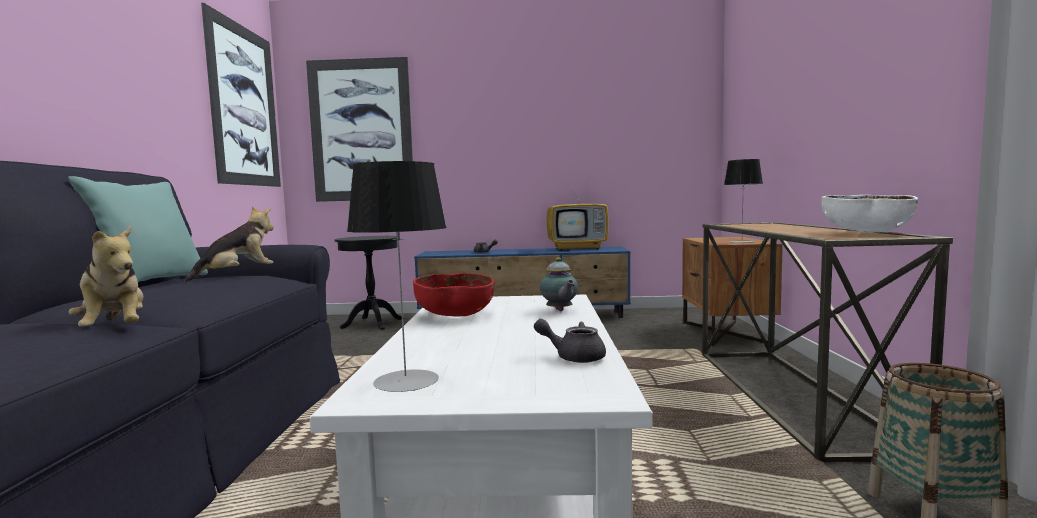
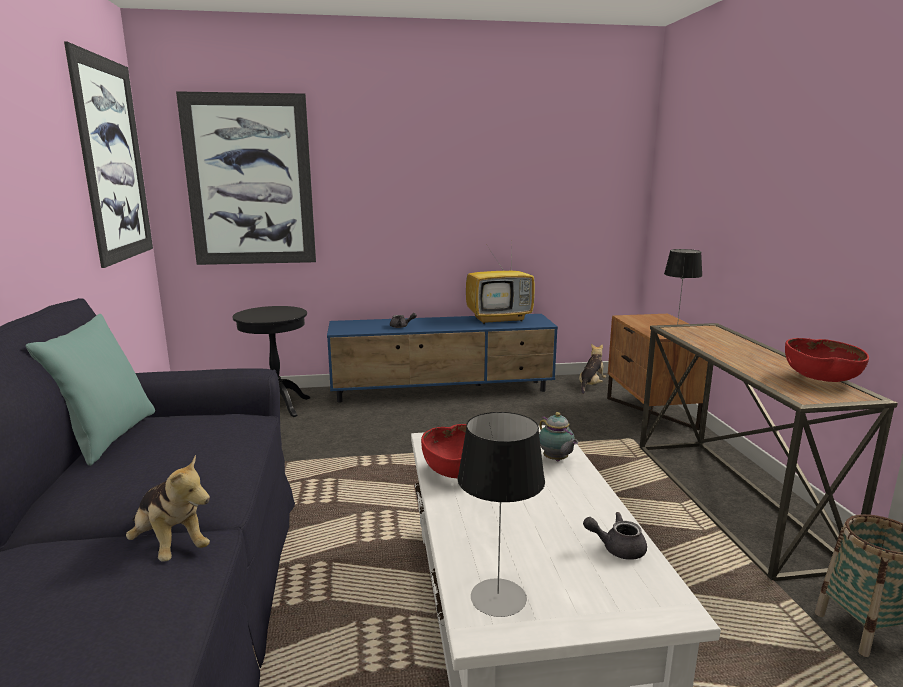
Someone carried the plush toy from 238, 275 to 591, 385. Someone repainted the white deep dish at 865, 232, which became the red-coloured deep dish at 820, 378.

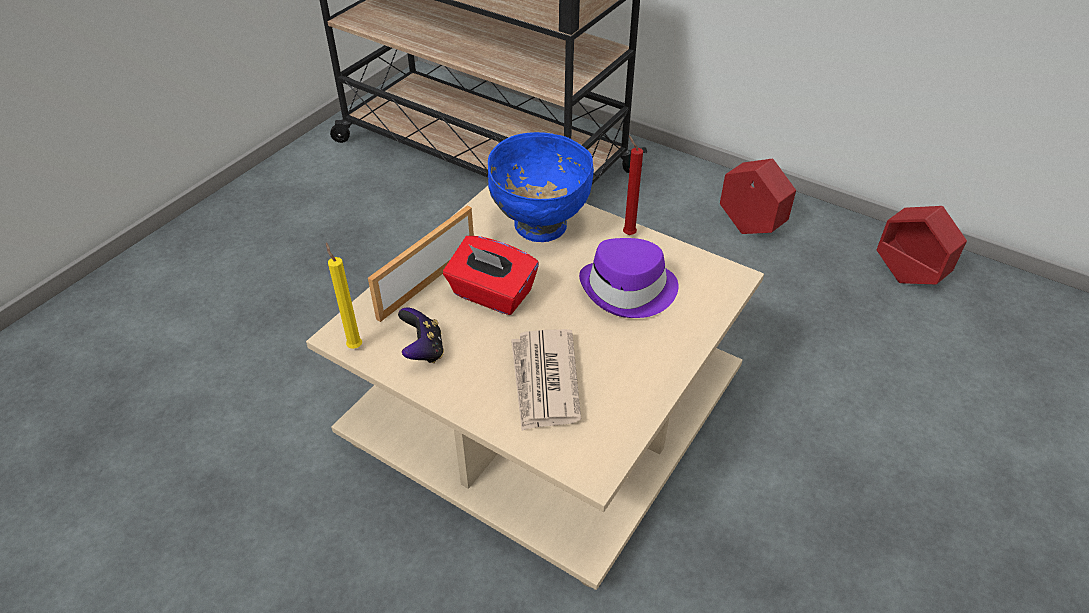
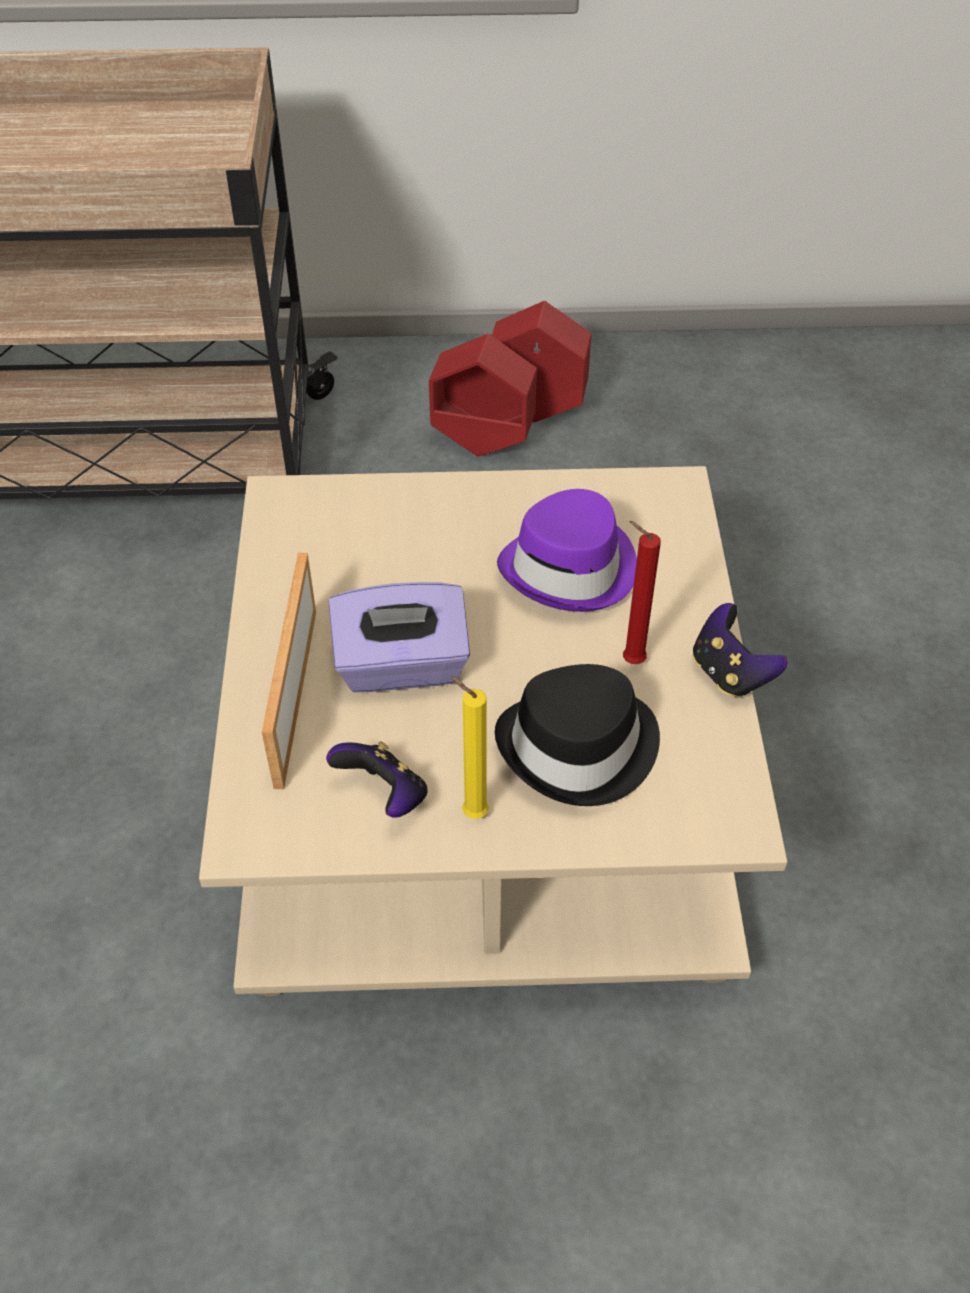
Someone took away the bluish deep dish at 539, 226. Someone put down the game controller at 730, 673. Someone carried the yellowish candle from 354, 345 to 471, 812. Someone carried the red-coloured candle from 627, 233 to 629, 660. Someone carried the red-coloured flower pot from 907, 276 to 483, 442. Someone swapped the printed paper at 544, 382 for the black-coloured hat at 580, 748. Someone repainted the red-coloured tissue box at 491, 294, which became the purple tissue box at 402, 666.

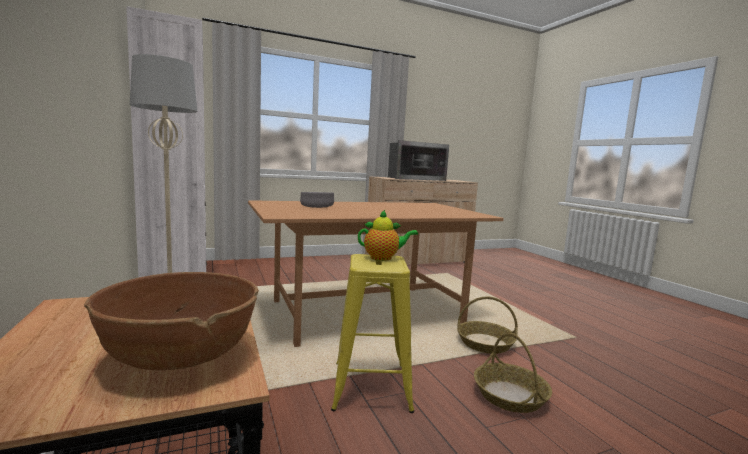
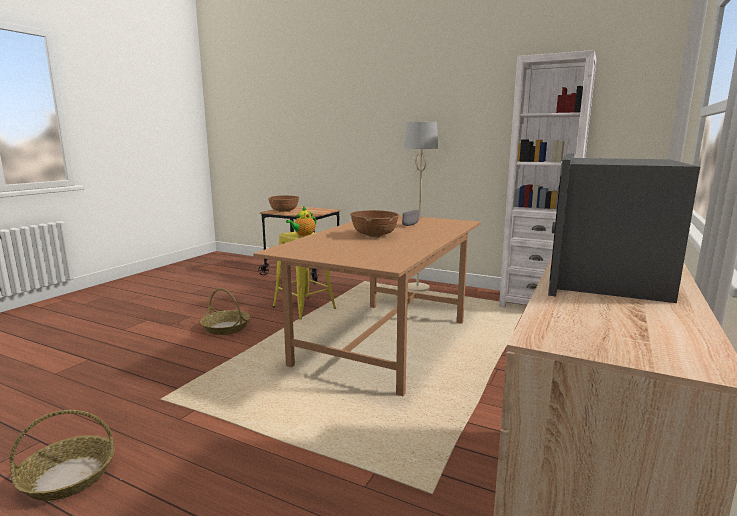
Someone put down the brownish deep dish at 374, 235. Someone carried the household basket from 485, 343 to 68, 477.

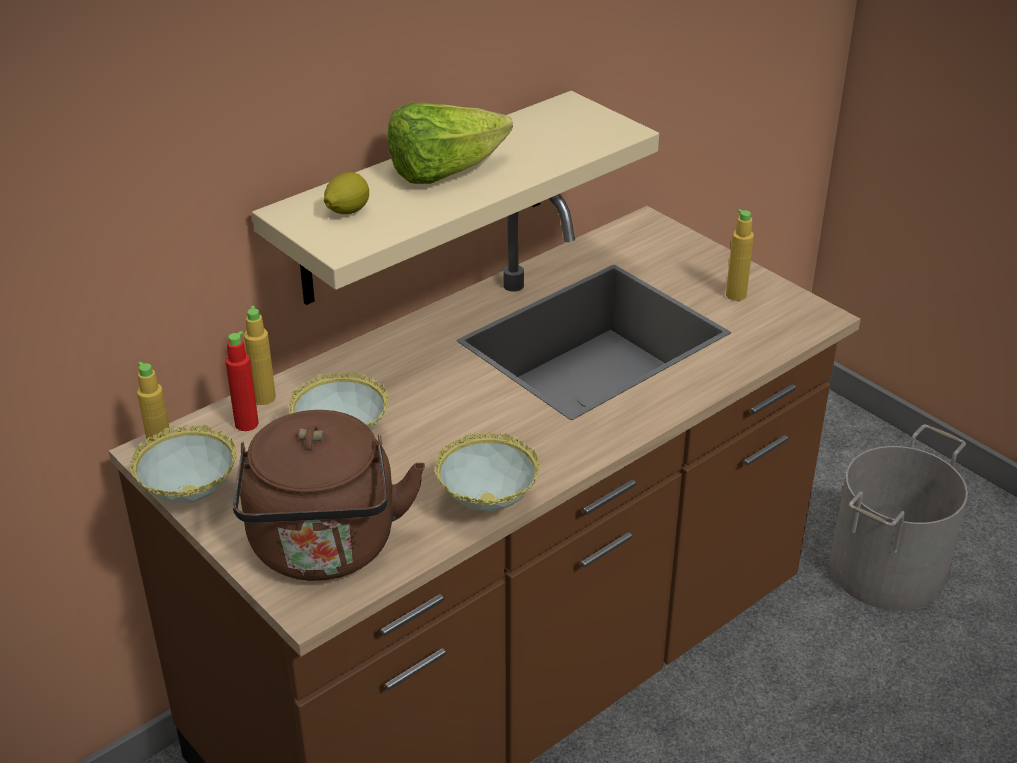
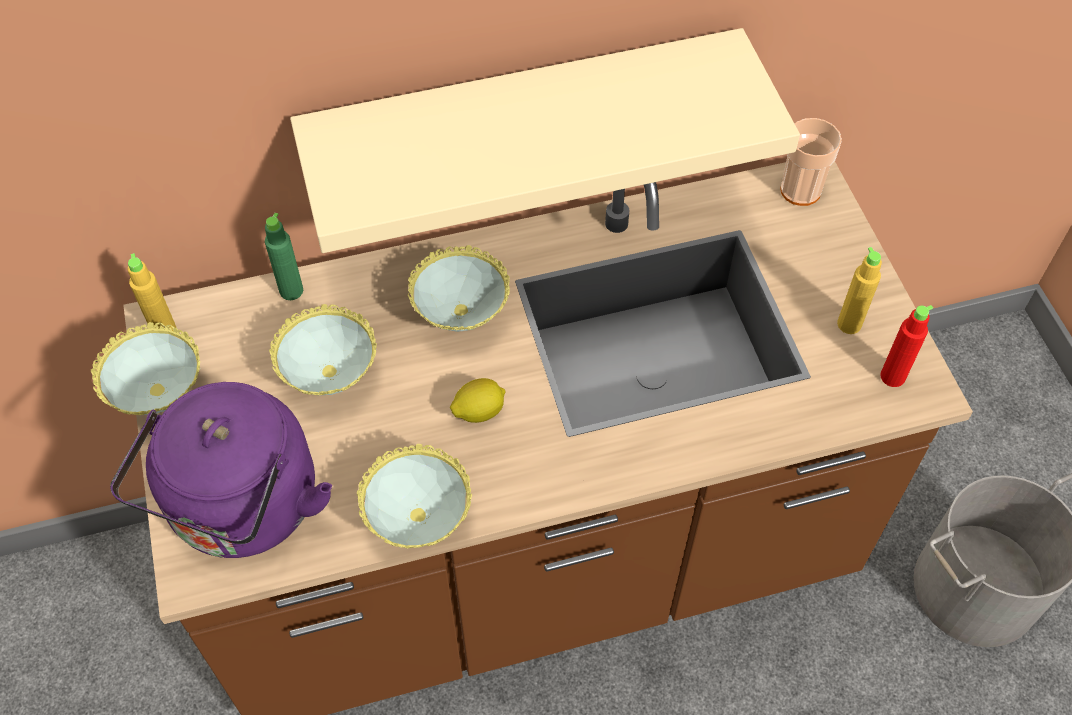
Someone took away the lettuce head at 444, 173. Someone put down the deep dish at 461, 317. Someone put down the drinking cup at 800, 190. Someone carried the red-coloured beverage bottle from 246, 424 to 892, 376. Someone carried the citrus fruit from 347, 211 to 478, 411. Someone repainted the brownish tea kettle at 324, 550, which became the purple tea kettle at 242, 511. Someone repainted the yellowish beverage bottle at 264, 398, which became the greenish beverage bottle at 291, 291.

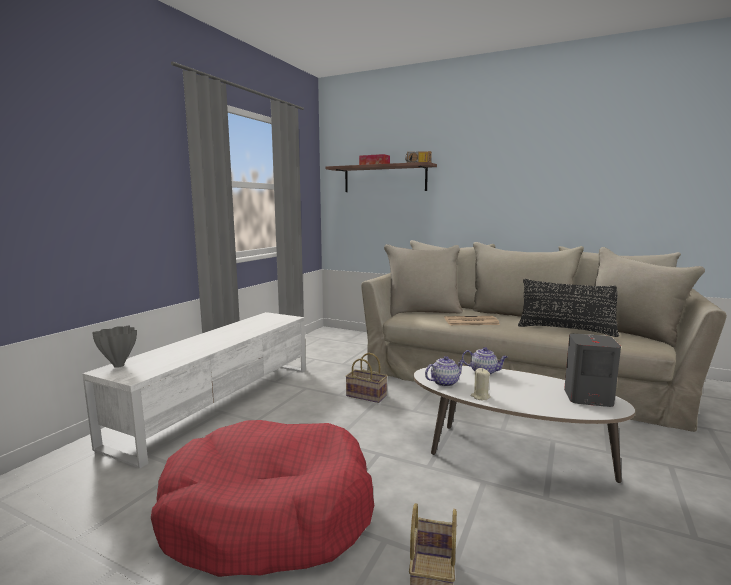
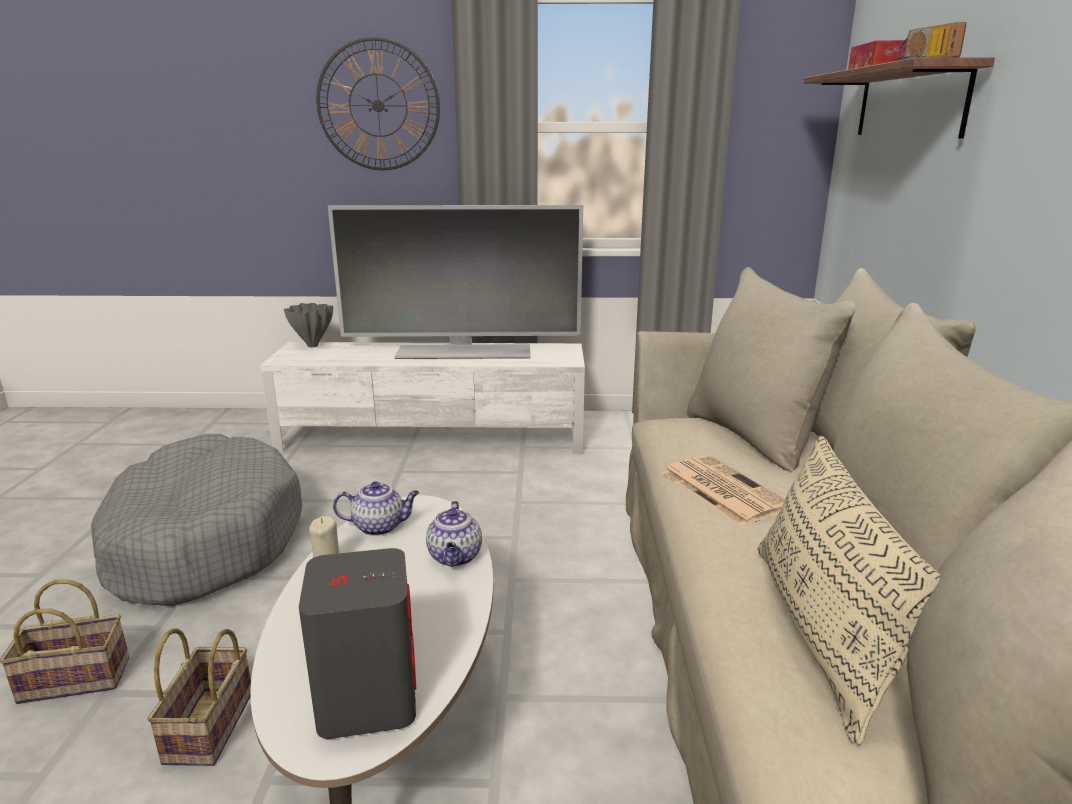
Someone put up the wall clock at 378, 105. Someone put down the television at 464, 351. Someone carried the household basket from 367, 395 to 210, 728. Someone repainted the red-coloured pet bed at 268, 514, which became the gray pet bed at 202, 540. Someone repainted the black-coloured throw pillow at 566, 330, which became the sand-coloured throw pillow at 820, 631. Someone rotated the pot for tea at 445, 382 by 45 degrees counterclockwise.

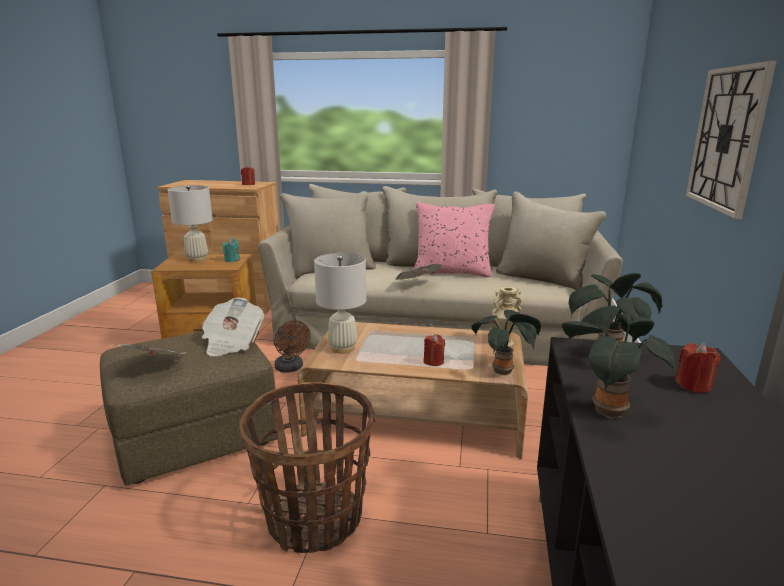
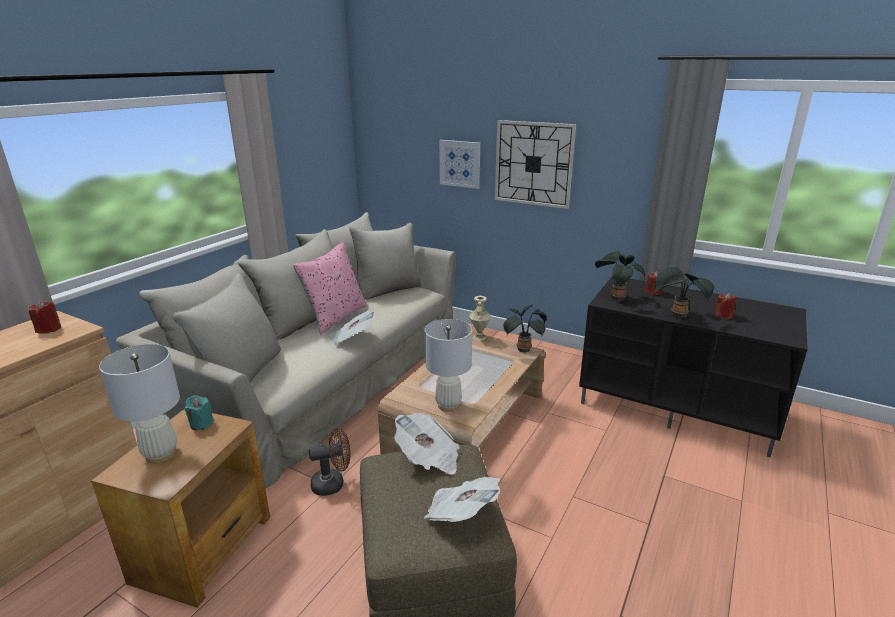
Someone took away the household basket at 315, 519. Someone put up the wall art at 460, 163. Someone carried the red-coloured candle from 433, 361 to 723, 315.

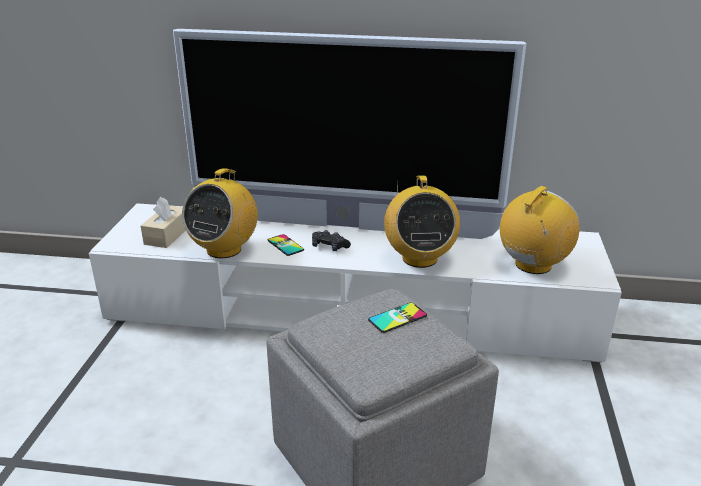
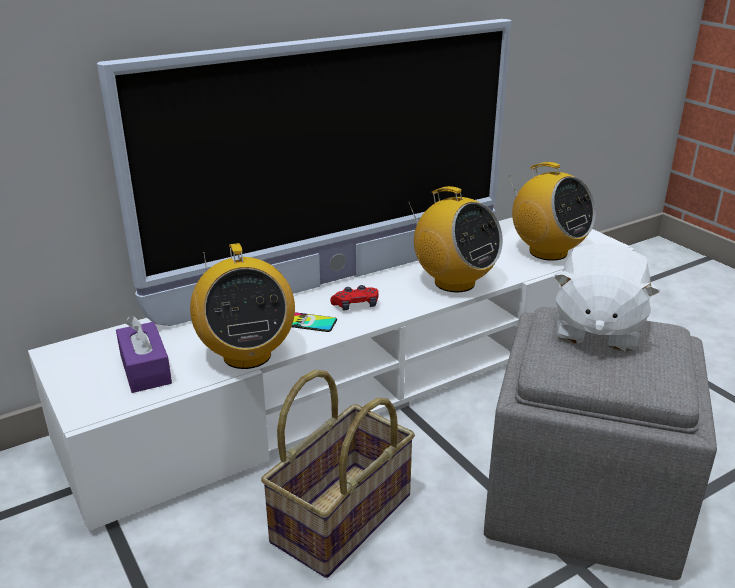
Someone put down the household basket at 340, 516. Someone swapped the telephone at 397, 318 for the white plush toy at 596, 329. Someone repainted the sand-coloured tissue box at 167, 235, which became the purple tissue box at 145, 369. Someone repainted the black-coloured game controller at 329, 247, which became the red-coloured game controller at 356, 305. Someone rotated the radio at 533, 265 by 135 degrees clockwise.

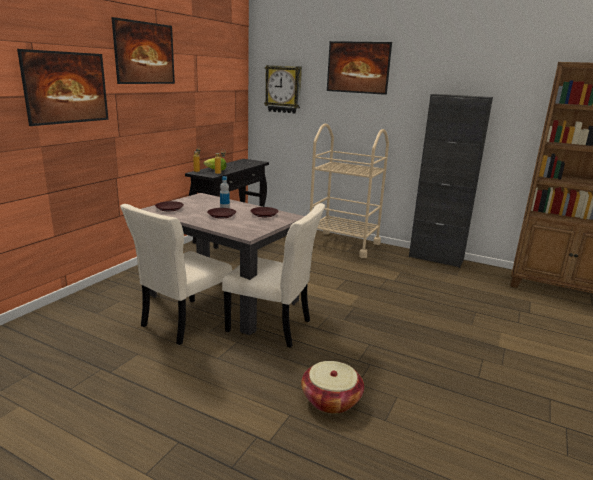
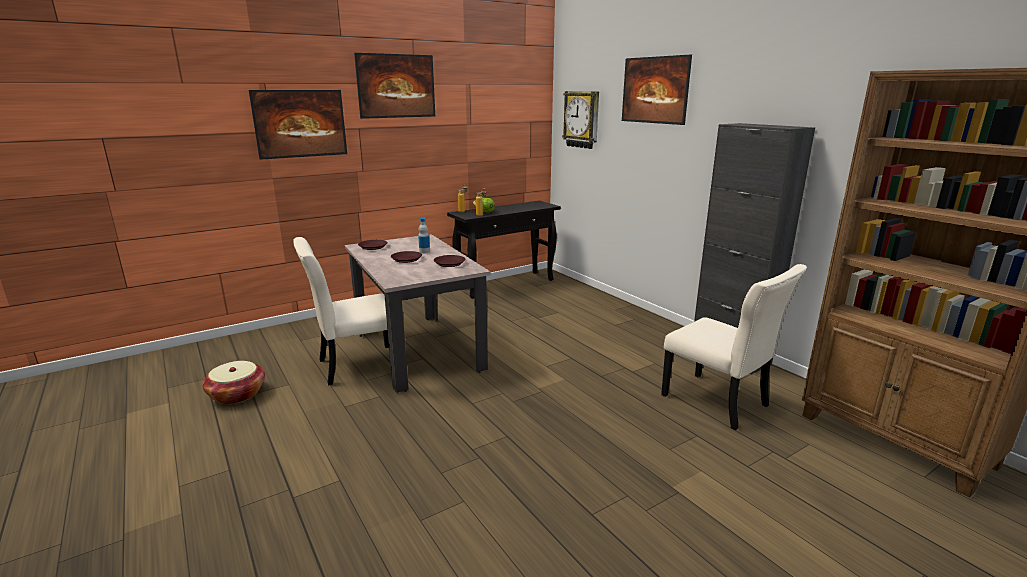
Someone took away the sand-coloured wheeled cart at 343, 244. Someone carried the sand-coloured upright chair from 272, 327 to 718, 402. Someone carried the household basket from 331, 400 to 237, 394.

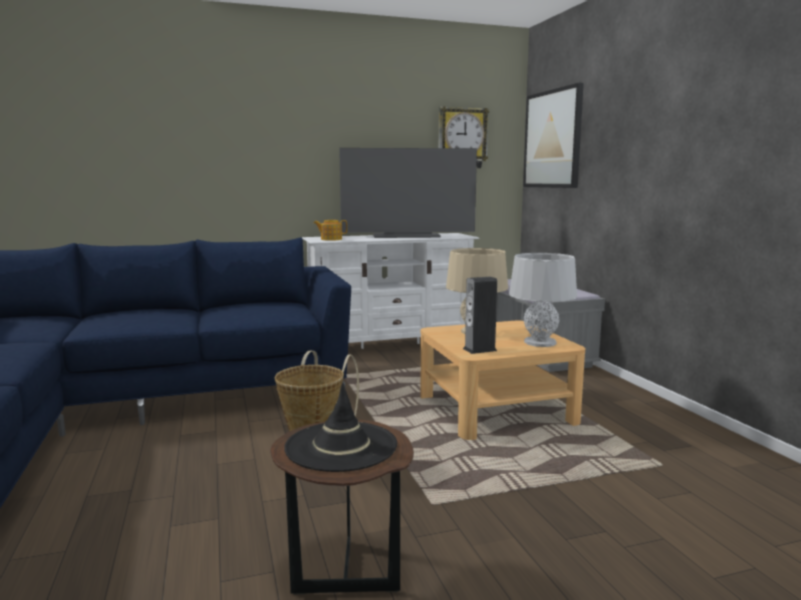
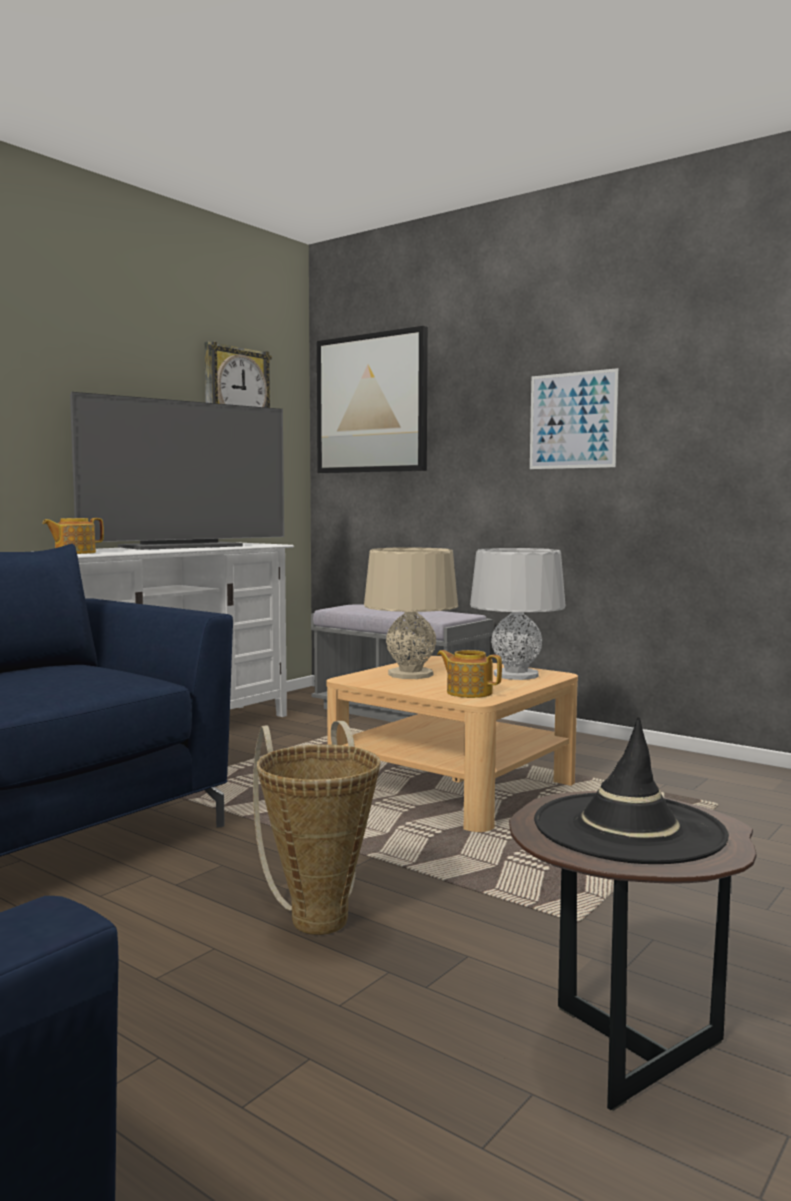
Someone put up the wall art at 572, 420. Someone swapped the speaker at 479, 349 for the pot for tea at 468, 692.

